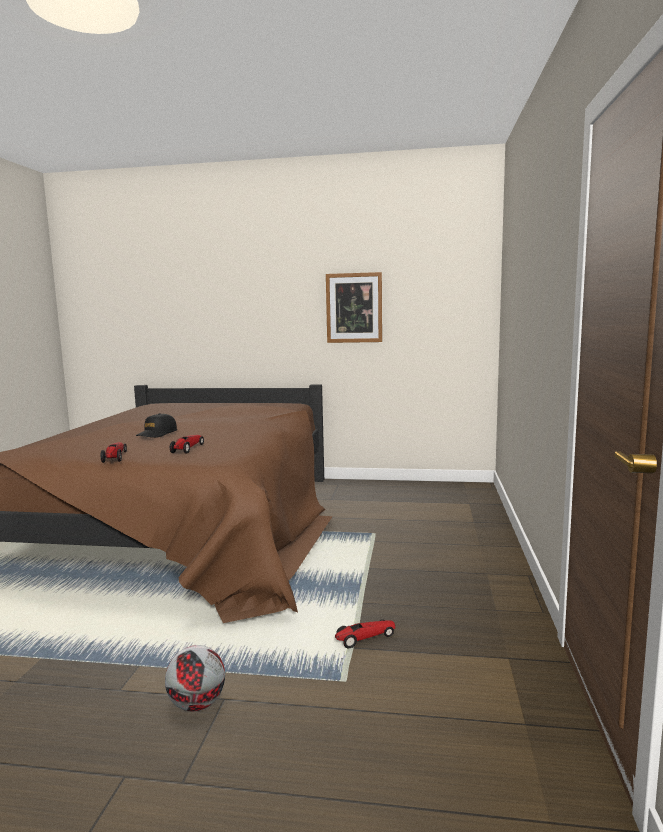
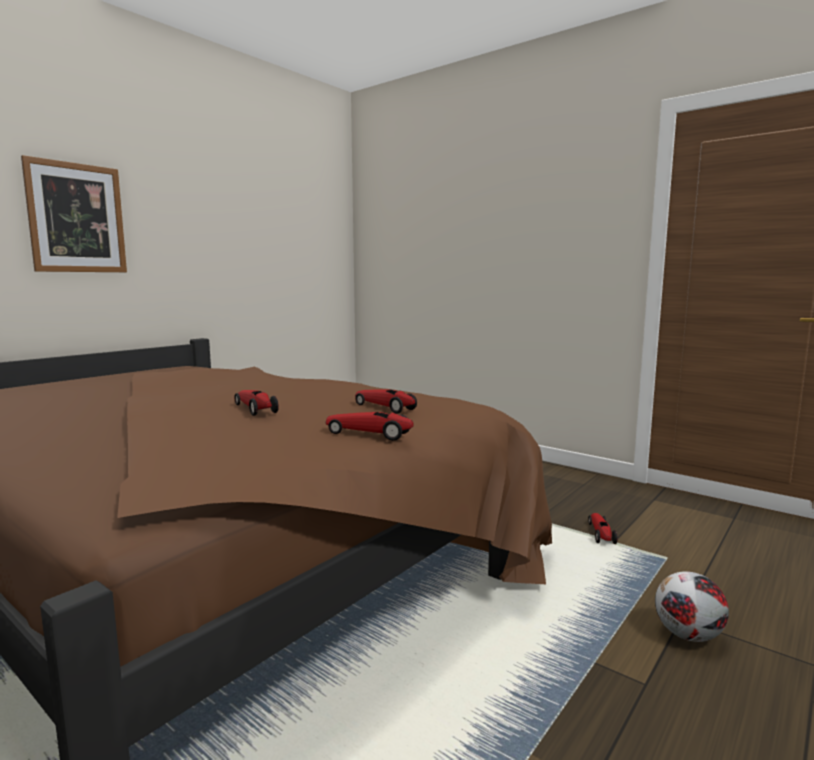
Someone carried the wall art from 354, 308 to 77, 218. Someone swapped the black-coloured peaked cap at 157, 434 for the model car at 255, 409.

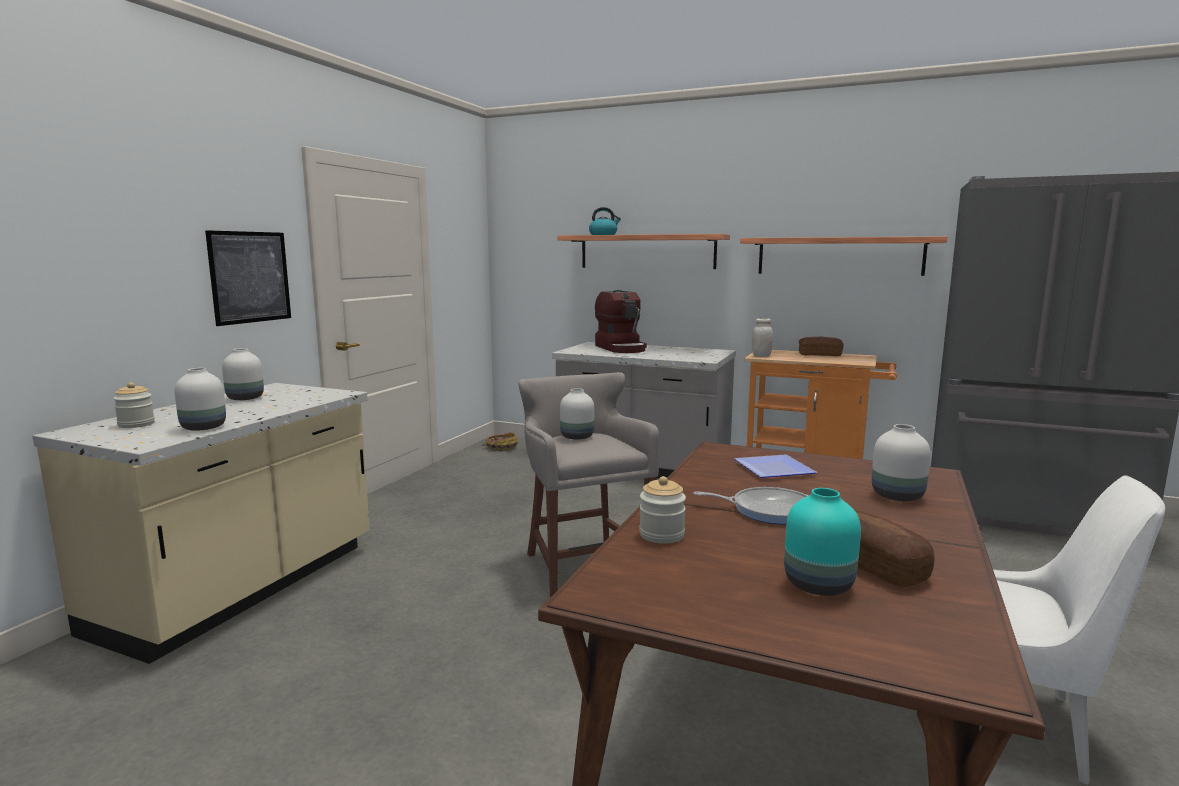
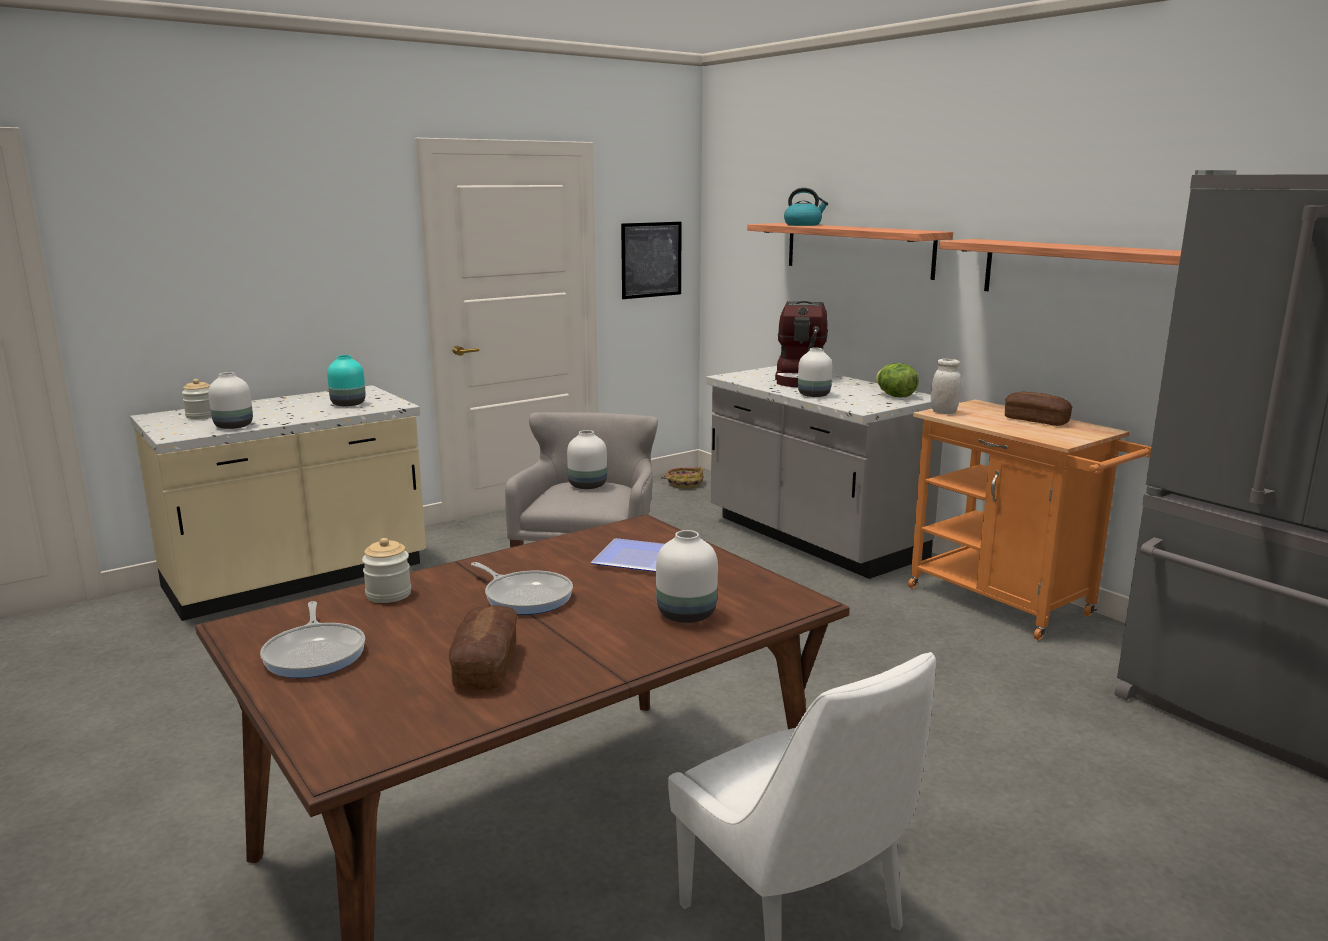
Someone put down the pan at 315, 653. Someone put down the lettuce head at 895, 396. Someone carried the wall art from 250, 277 to 651, 259. Someone carried the white vase from 244, 398 to 813, 395. Someone carried the blue-green vase from 819, 586 to 347, 404.

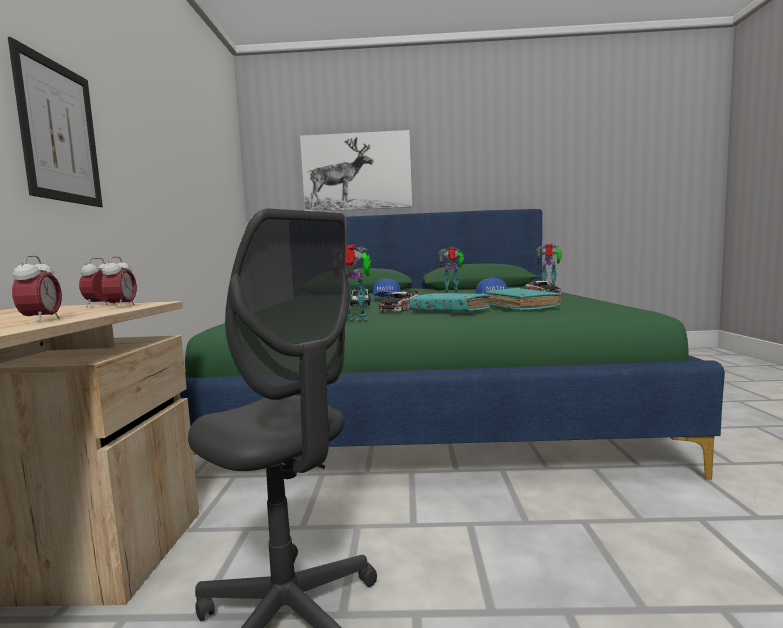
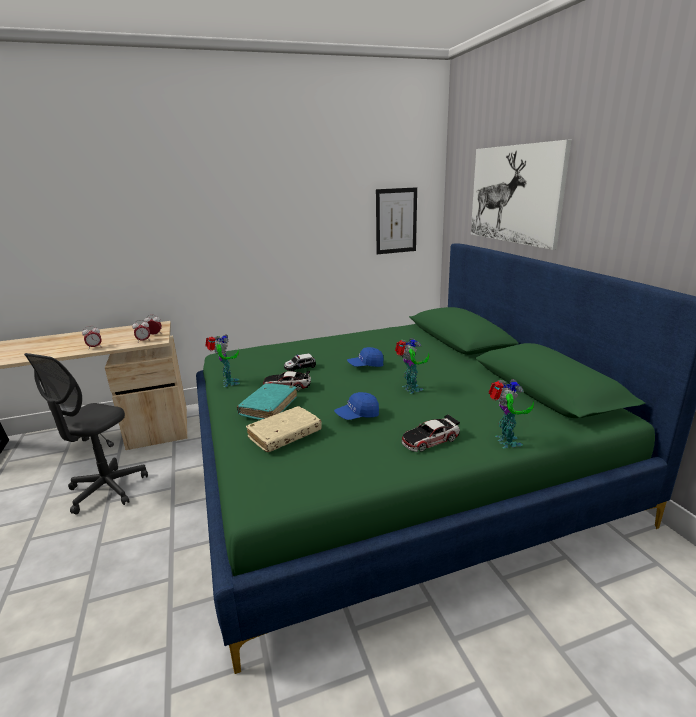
Someone carried the wall art from 59, 132 to 396, 221. Someone repainted the blue-green volume at 520, 307, which became the sand-coloured volume at 285, 435.

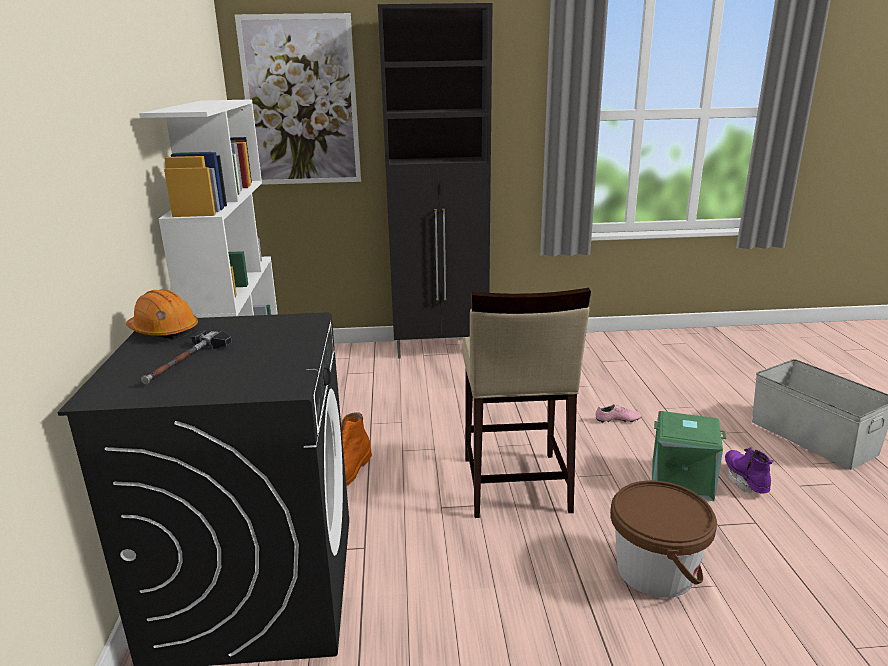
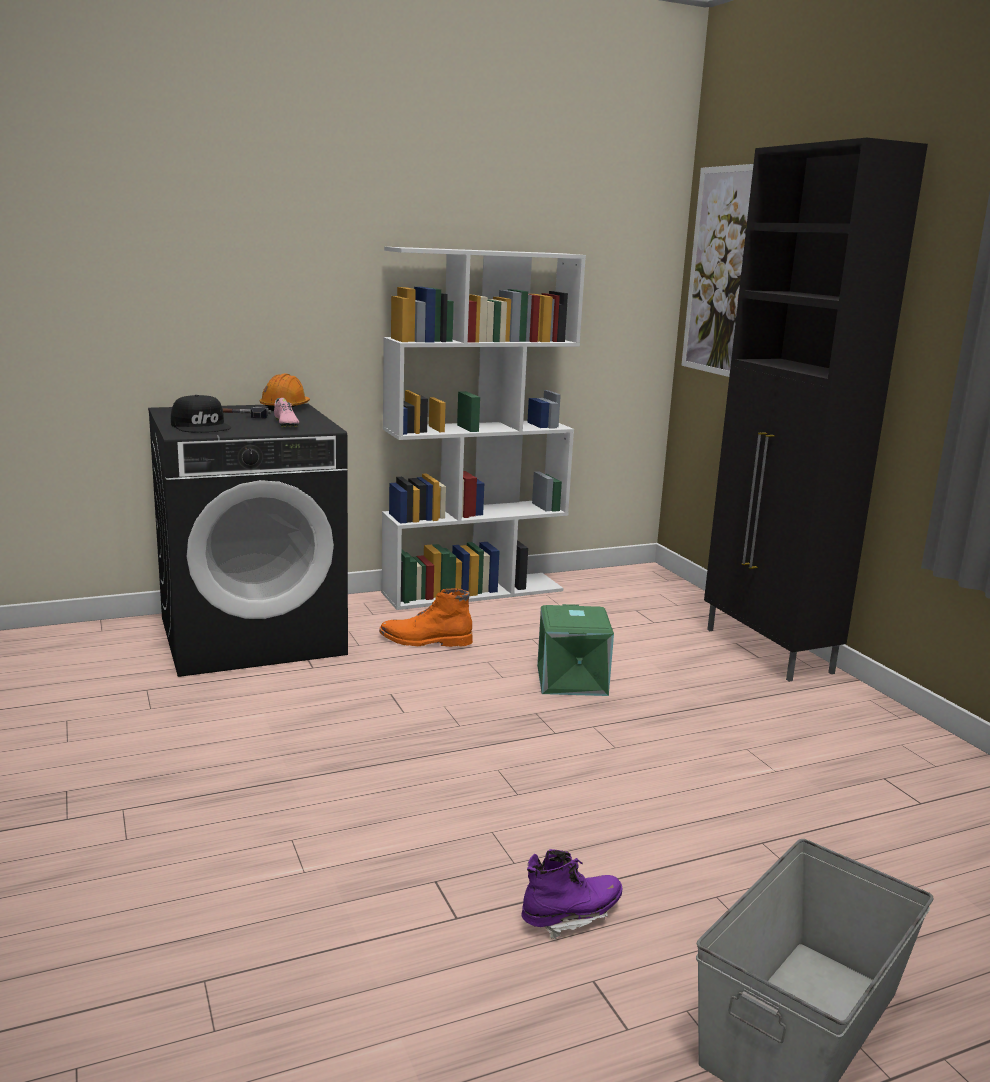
Someone took away the sand-coloured sitting stool at 514, 485. Someone took away the brownish pail at 655, 571. Someone put down the black-coloured peaked cap at 202, 426. Someone carried the pink item of footwear from 618, 420 to 285, 424. Someone carried the greenish storage container from 682, 478 to 573, 680.

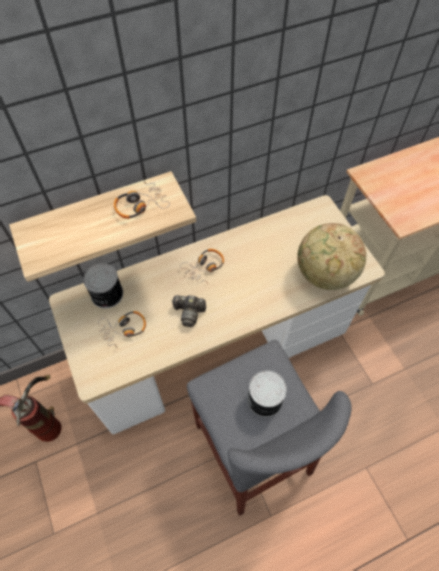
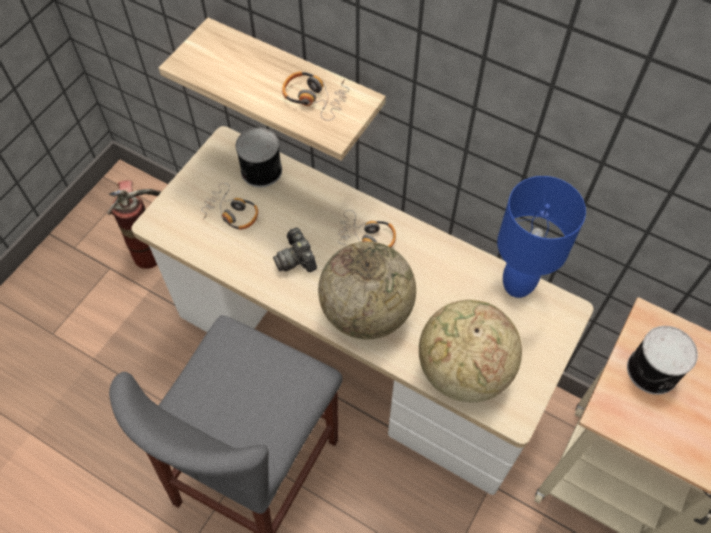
Someone put down the globe at 366, 312. Someone put down the bluish lamp for a table at 516, 285. Someone carried the metal can from 265, 399 to 653, 372.

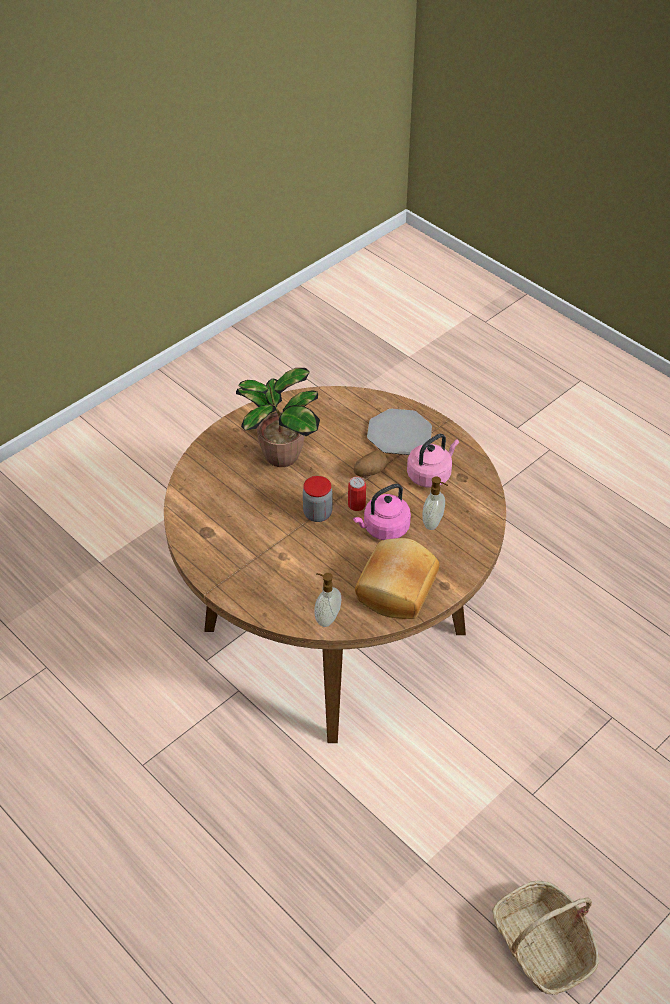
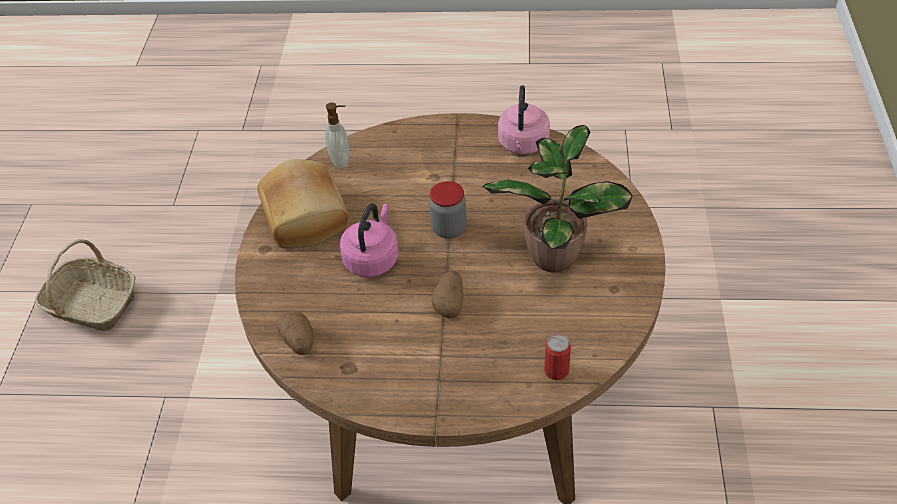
Someone took away the plate at 399, 433. Someone took away the soap bottle at 433, 522. Someone put down the spud at 299, 342. Someone carried the metal can from 356, 505 to 556, 370. Someone carried the pink tea kettle from 430, 474 to 523, 145.

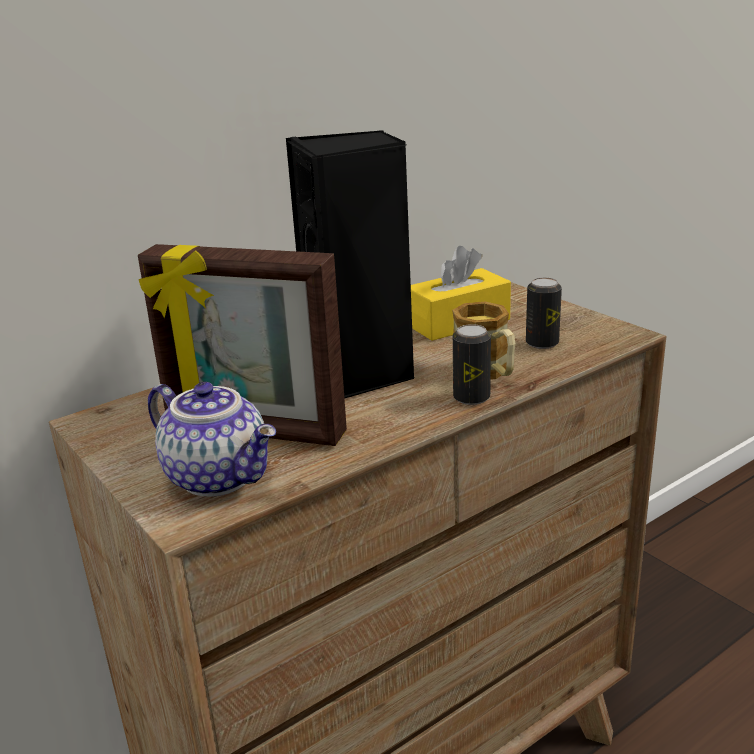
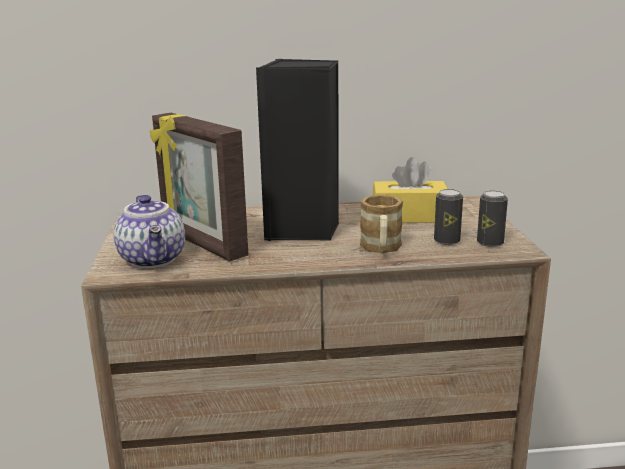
Someone carried the metal can from 471, 397 to 490, 243.

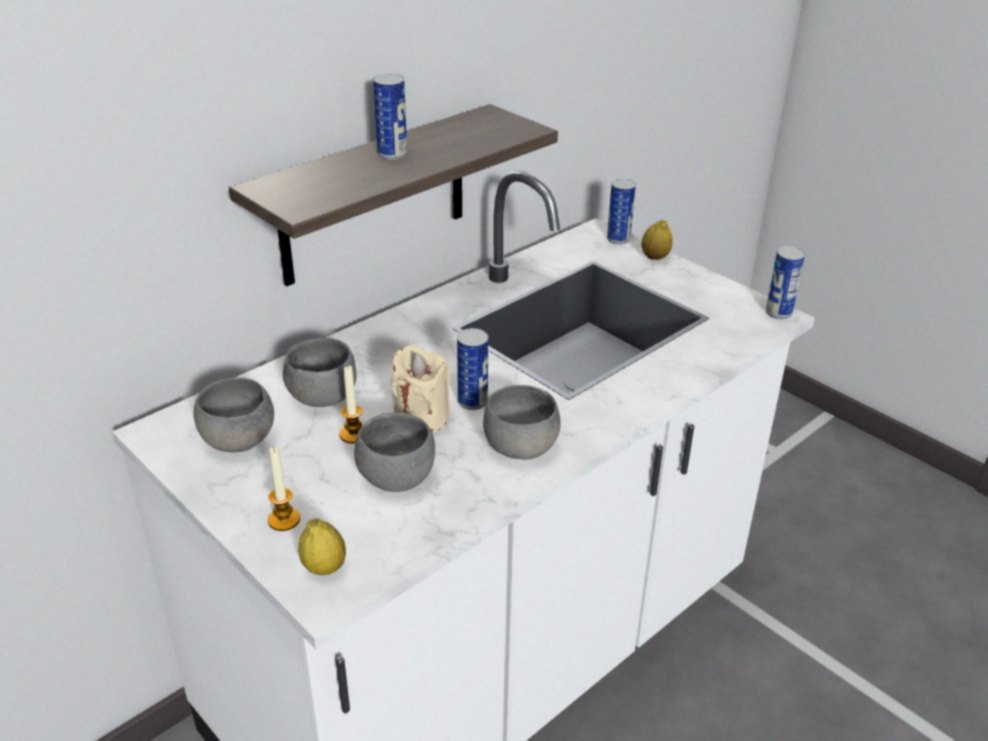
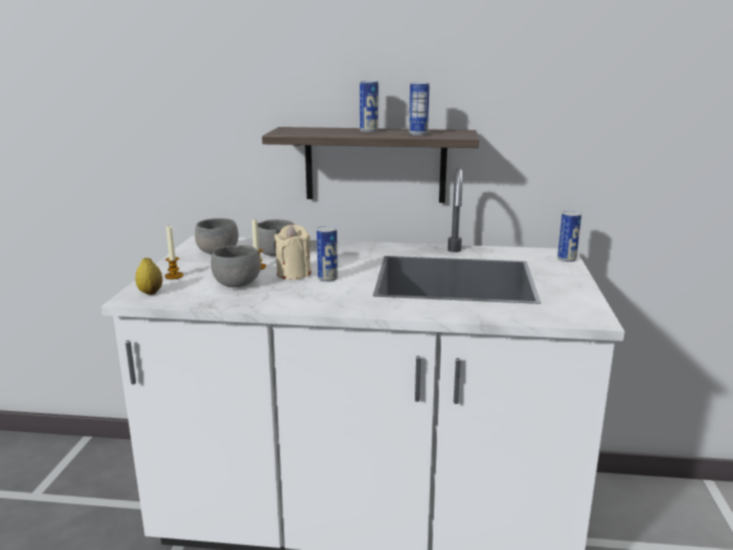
Someone took away the gray deep dish at 520, 448. Someone took away the citrus fruit at 655, 257. Someone carried the metal can from 778, 313 to 418, 134.

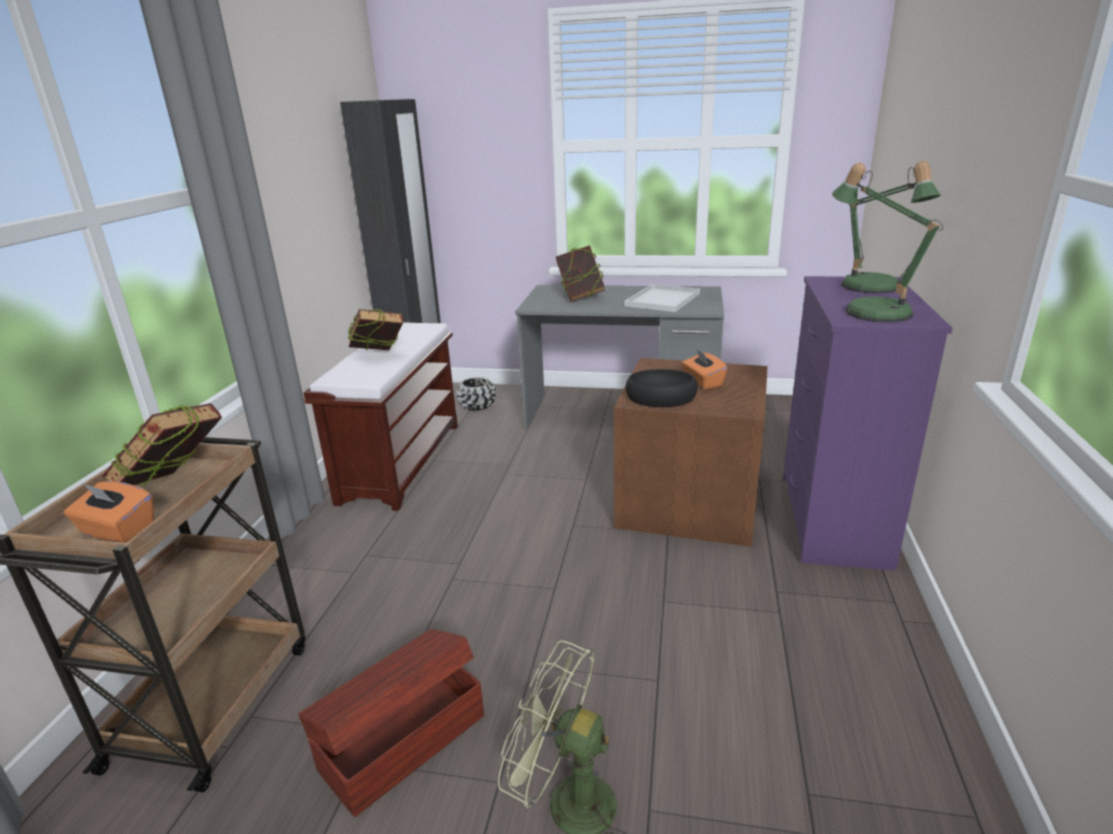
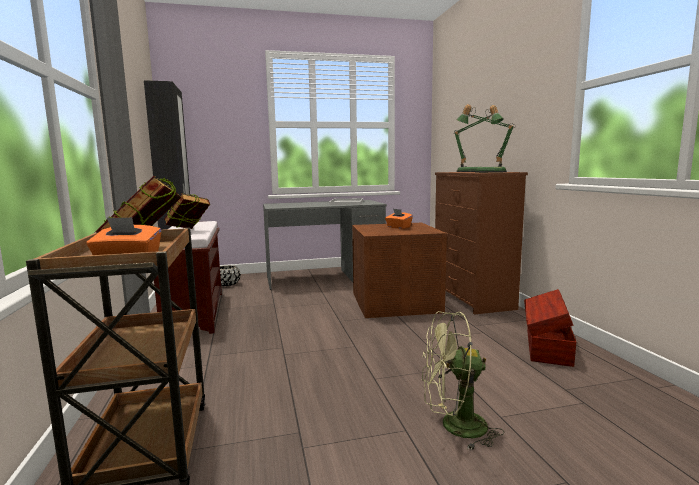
Someone took away the volume at 580, 297. Someone took away the black-coloured deep dish at 660, 398. Someone carried the brownish storage container from 400, 741 to 546, 347. Someone repainted the purple chest of drawers at 832, 520, which became the brownish chest of drawers at 472, 298.

